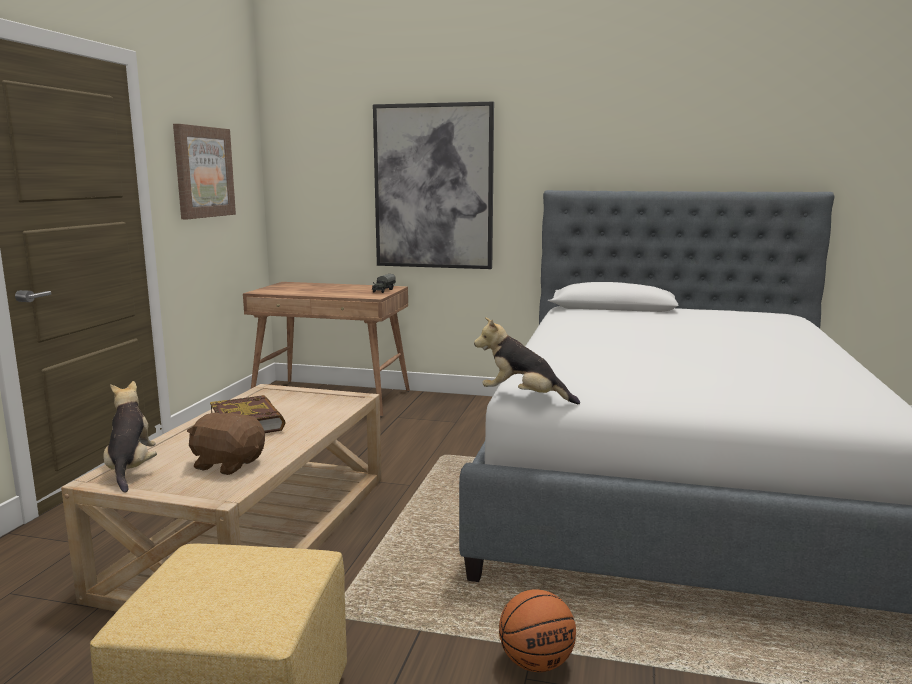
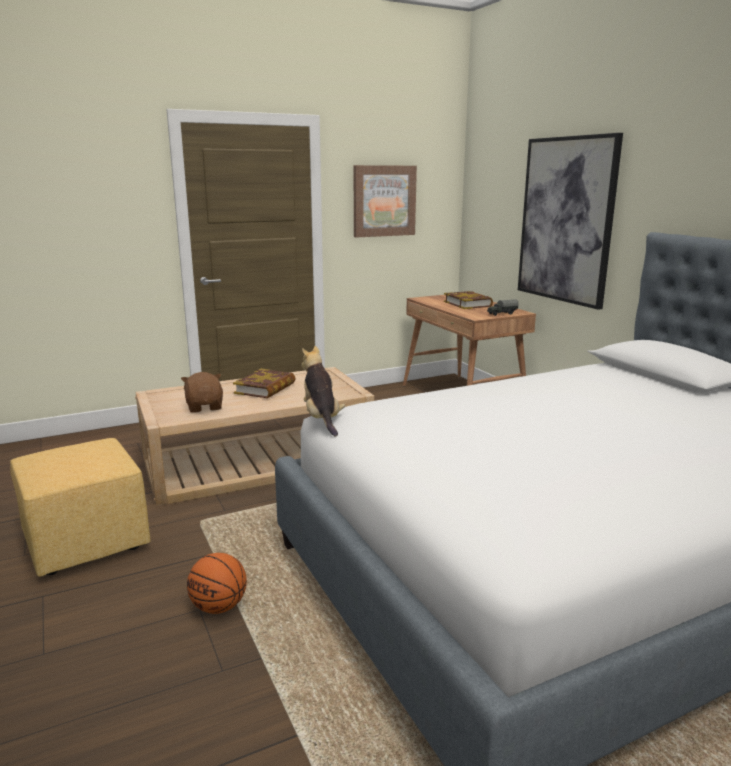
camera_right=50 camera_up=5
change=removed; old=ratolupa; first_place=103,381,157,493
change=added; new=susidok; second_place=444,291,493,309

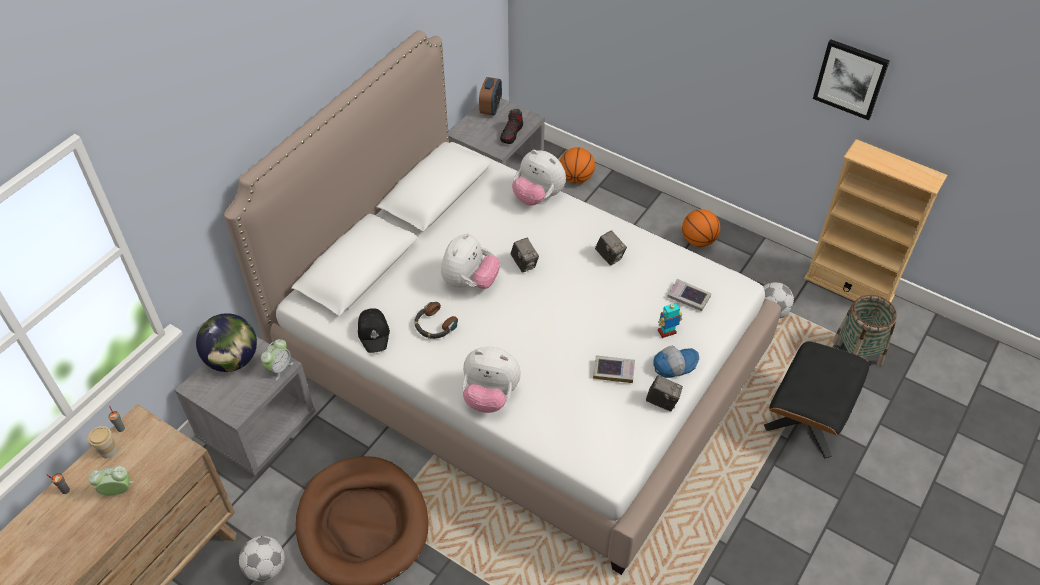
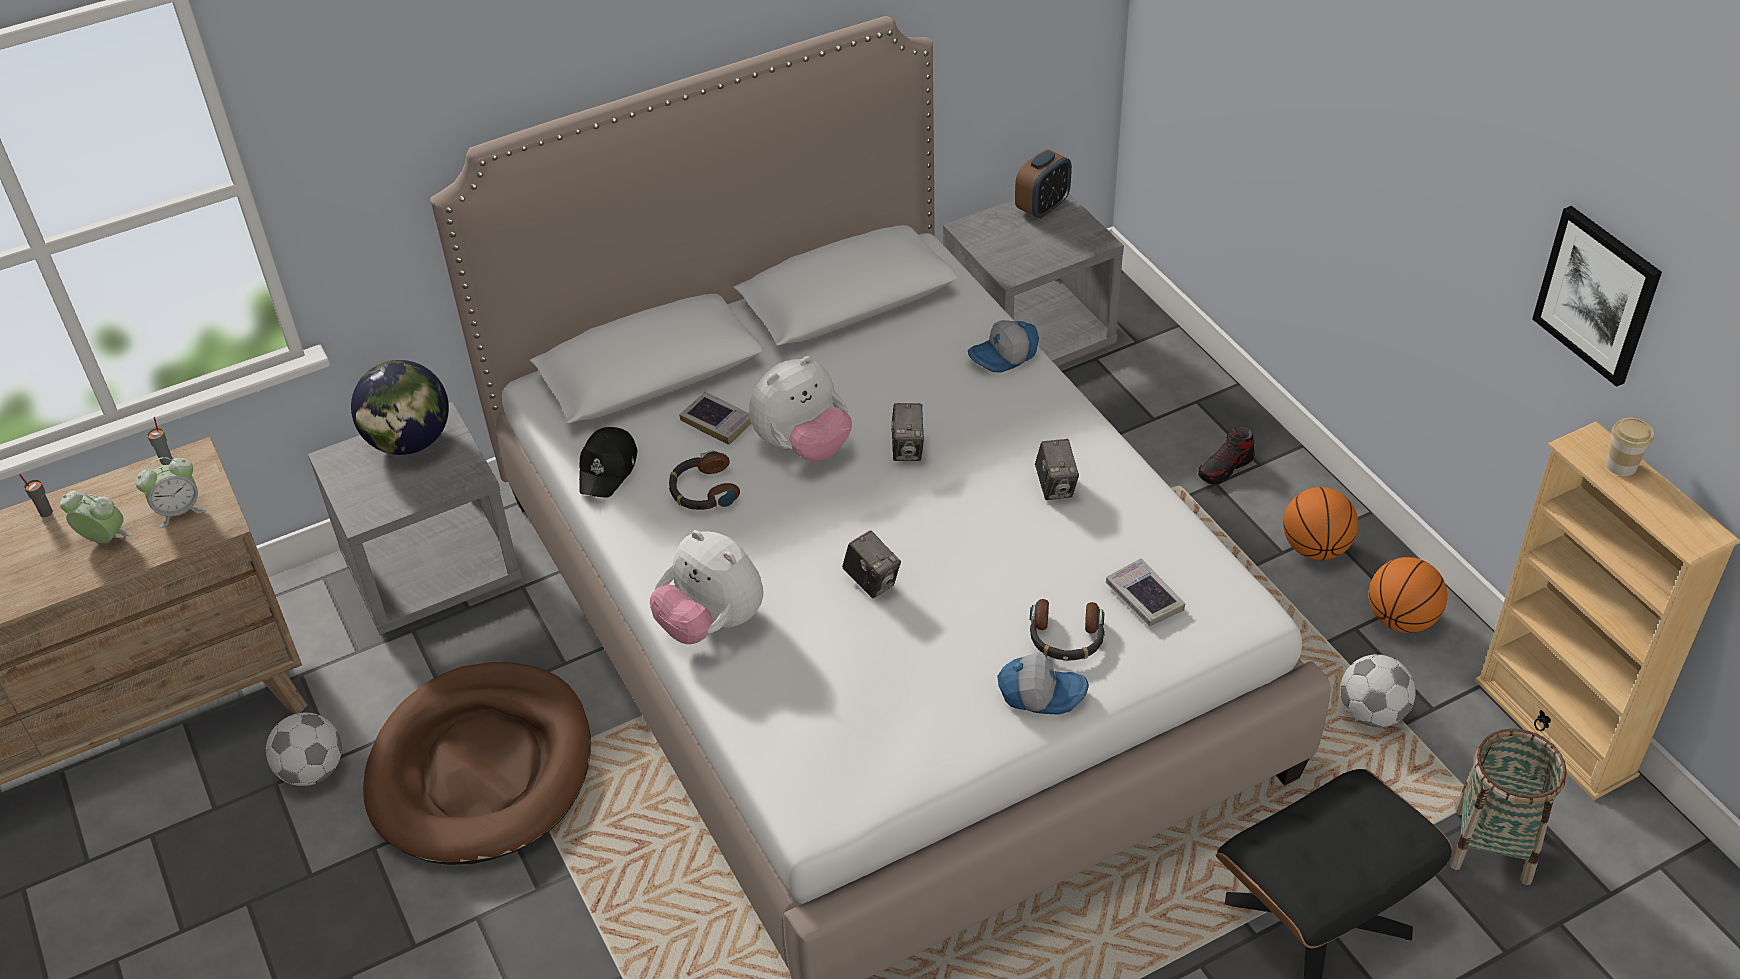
camera_right=30 camera_up=-5
change=moved; old=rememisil; first_place=88,426,117,458; second_place=1606,418,1654,476
change=moved; old=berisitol; first_place=261,339,293,380; second_place=135,457,206,528
change=moved; old=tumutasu; first_place=500,109,523,144; second_place=1198,427,1255,485
change=replaced; old=ratolupa; new=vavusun; first_place=512,150,566,206; second_place=968,320,1039,373
change=moved; old=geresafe; first_place=560,147,595,183; second_place=1369,557,1447,633
change=moved; old=susidok; first_place=593,355,635,383; second_place=679,392,751,445
change=moved; old=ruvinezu; first_place=646,375,683,411; second_place=842,531,901,598
change=replaced; old=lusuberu; new=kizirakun; first_place=658,302,682,338; second_place=1030,599,1105,660

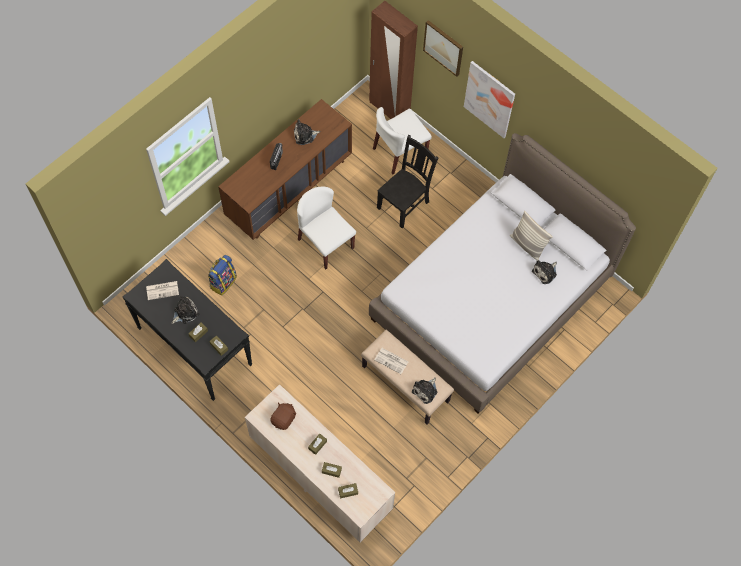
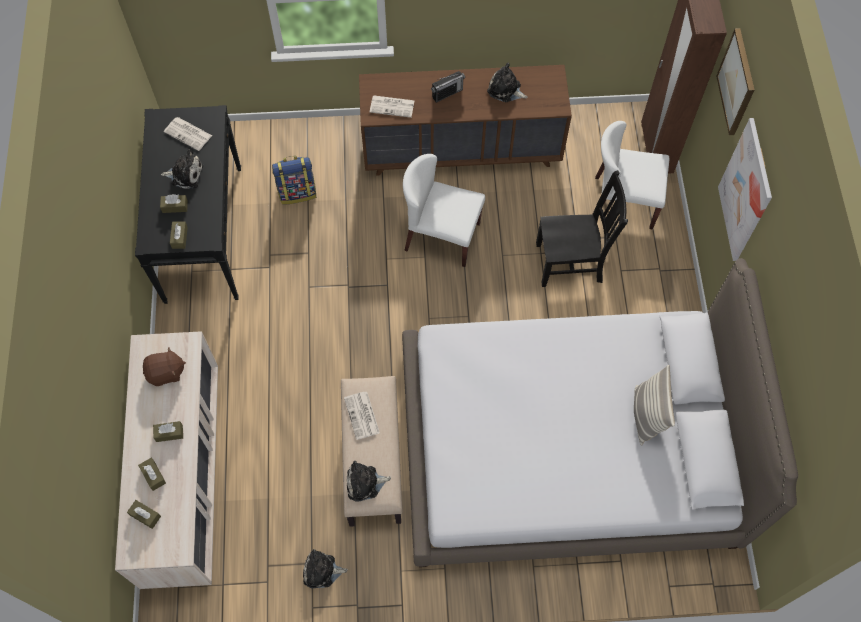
camera_right=45 camera_up=0
change=turned; old=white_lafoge; first_place=297,187,356,269; second_place=403,154,485,267; degrees=-75
change=moved; old=ratolupa; first_place=532,260,557,284; second_place=303,549,348,588
change=added; new=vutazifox; second_place=370,95,415,118

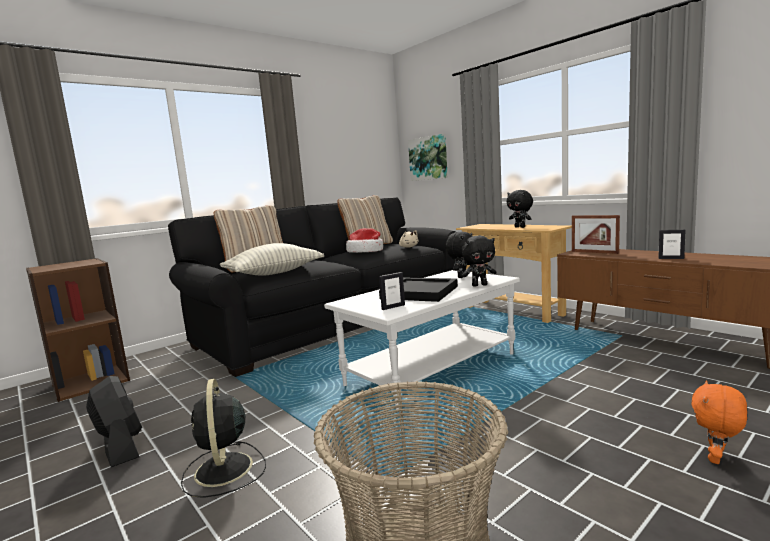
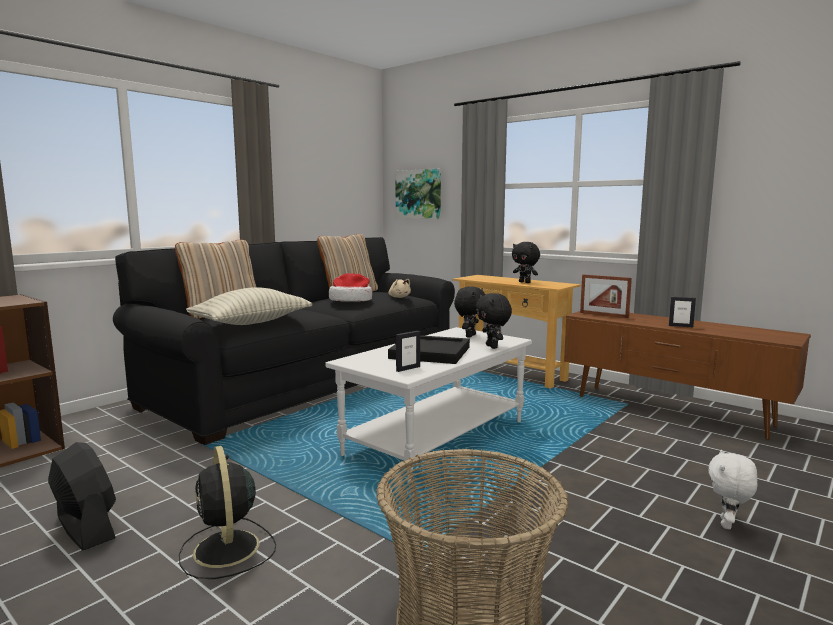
camera_right=-10 camera_up=0
change=turned; old=black_ratolupa; first_place=462,236,497,287; second_place=476,293,512,349; degrees=90
change=recoloured; old=orange_ratolupa; new=white_ratolupa; first_place=692,380,747,464; second_place=708,450,758,530

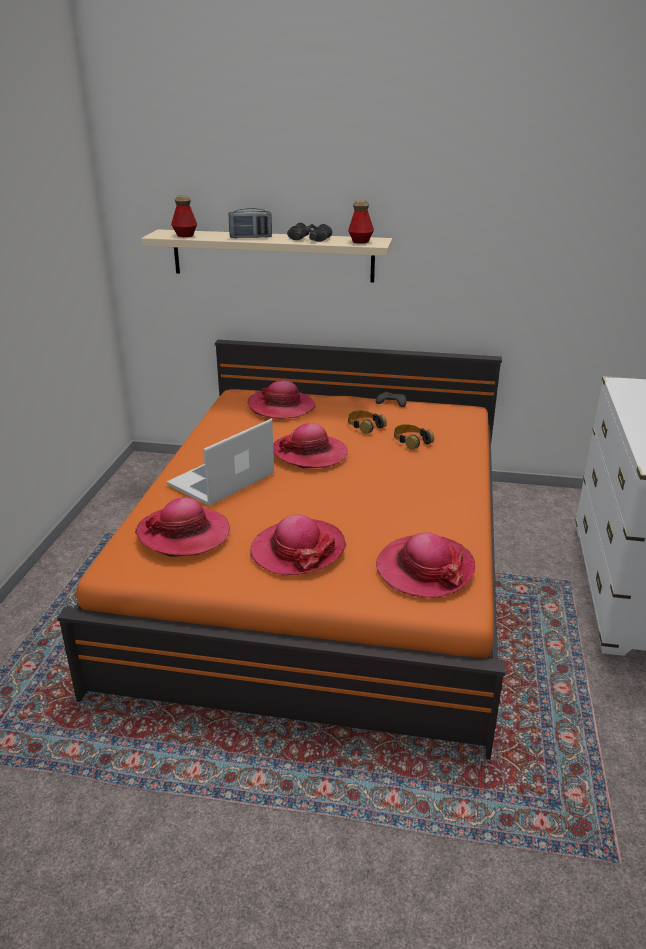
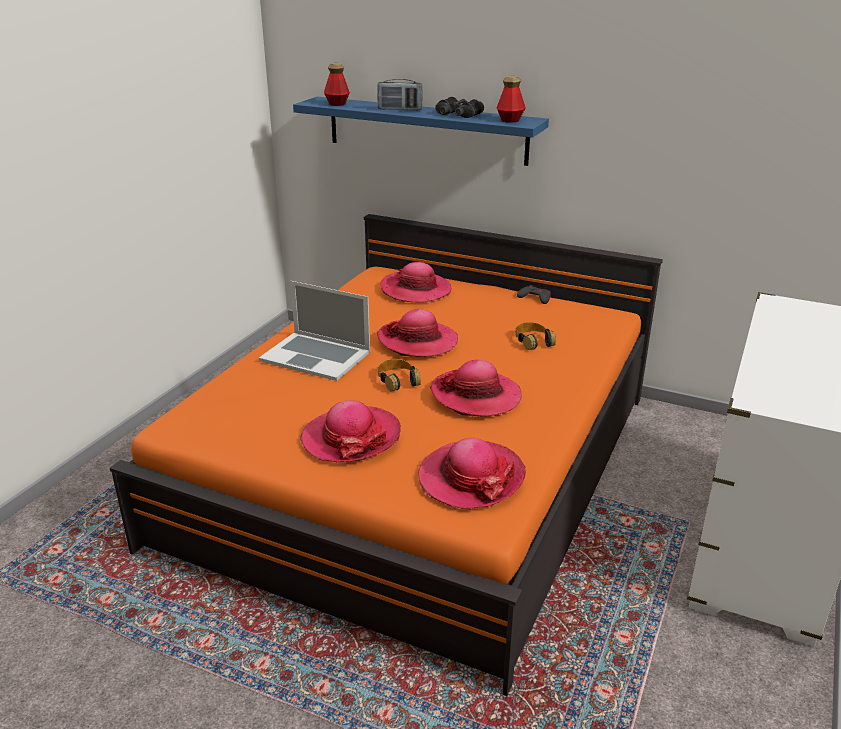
camera_right=15 camera_up=0
change=moved; old=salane; first_place=135,497,230,557; second_place=430,360,522,417
change=recoloured; old=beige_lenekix; new=blue_lenekix; first_place=141,229,392,283; second_place=293,97,549,166
change=turned; old=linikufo; first_place=167,419,274,506; second_place=259,281,370,381; degrees=-120
change=moved; old=kizirakun; first_place=348,410,387,434; second_place=378,359,421,391

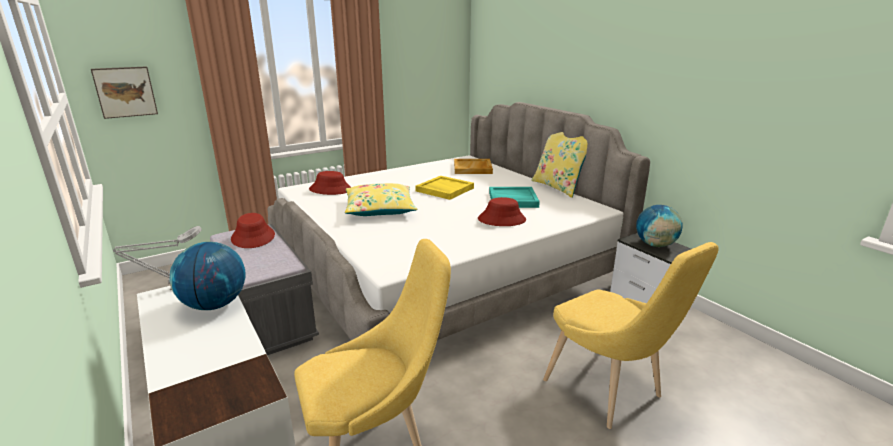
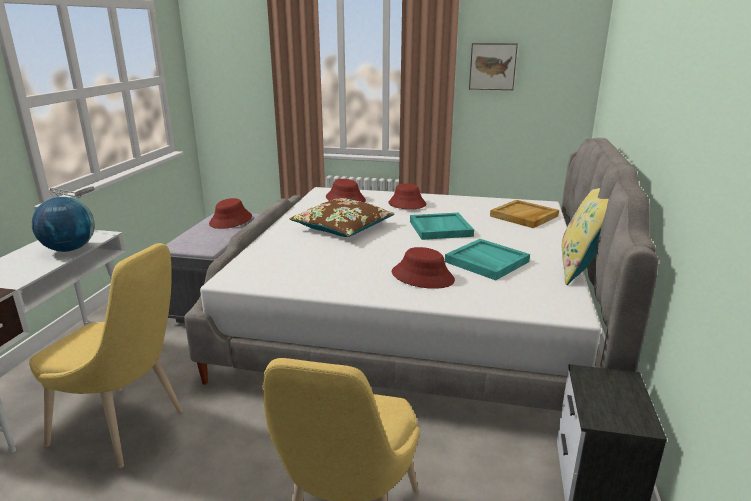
camera_right=45 camera_up=0
change=moved; old=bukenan; first_place=91,66,158,119; second_place=469,43,518,90
change=recoloured; old=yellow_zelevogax; new=brown_zelevogax; first_place=345,183,417,216; second_place=289,198,395,237
change=recoloured; old=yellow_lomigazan; new=turquoise_lomigazan; first_place=415,176,474,200; second_place=410,213,474,240
change=removed; old=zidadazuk; first_place=636,205,683,247
change=added; new=red_salane; second_place=388,183,426,209

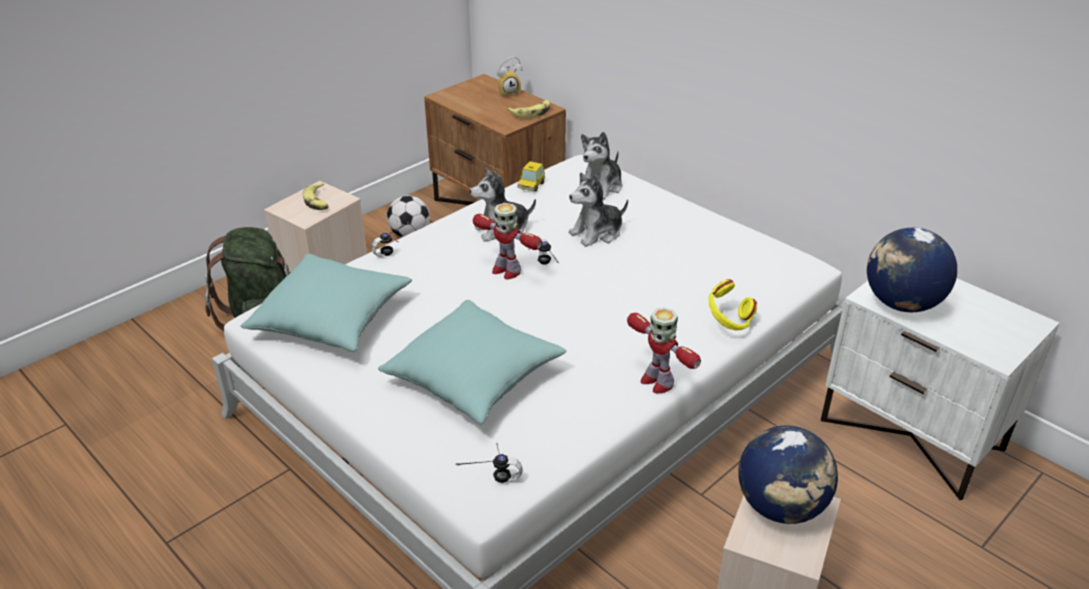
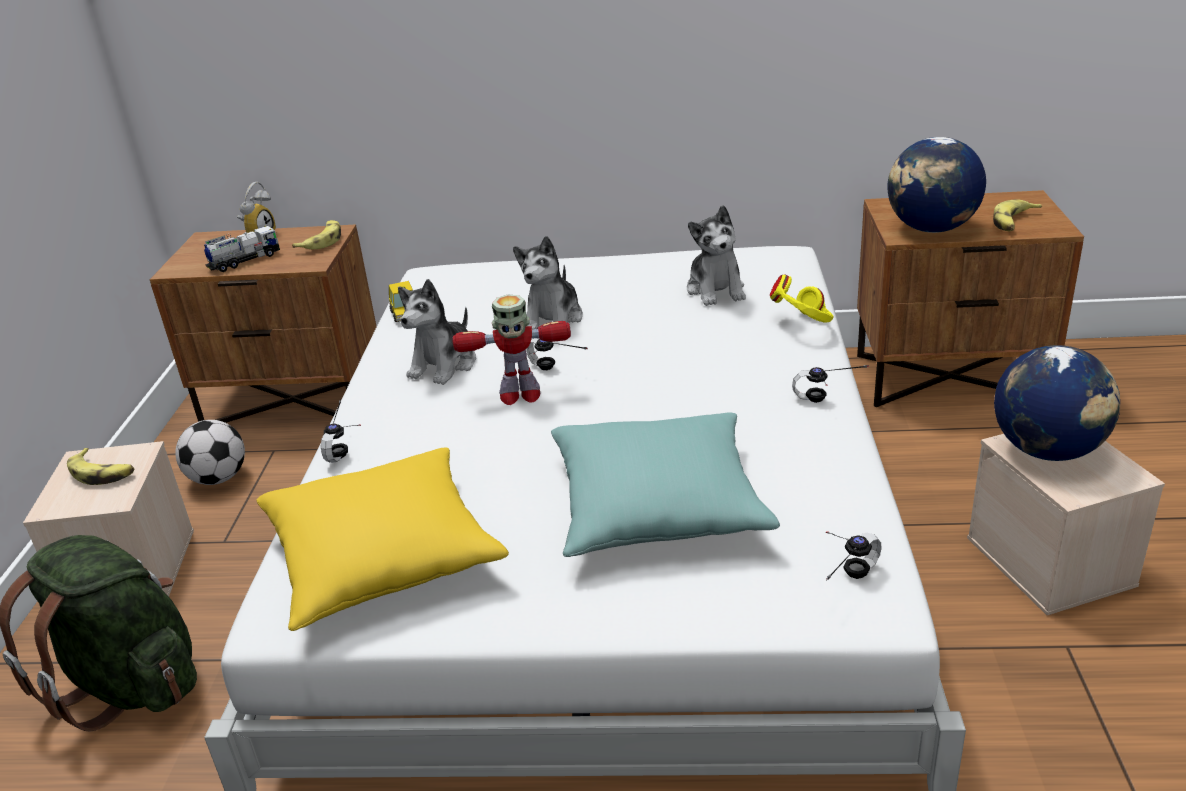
camera_right=-40 camera_up=-5
change=recoloured; old=turquoise_zelevogax; new=yellow_zelevogax; first_place=241,254,412,352; second_place=256,448,509,631
change=moved; old=ratolupa; first_place=581,132,622,200; second_place=687,205,746,306
change=replaced; old=lusuberu; new=kizirakun; first_place=627,308,701,393; second_place=792,365,869,403
change=recoloured; old=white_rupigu; new=brown_rupigu; first_place=821,278,1059,500; second_place=857,190,1084,407
change=added; new=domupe; second_place=204,226,280,272
change=added; new=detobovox; second_place=993,199,1042,231

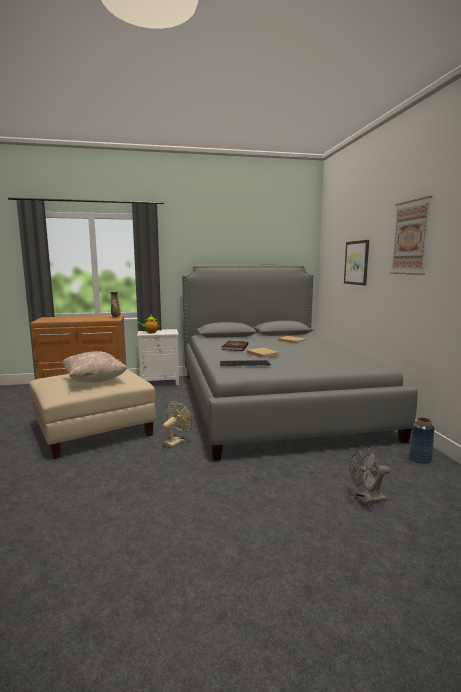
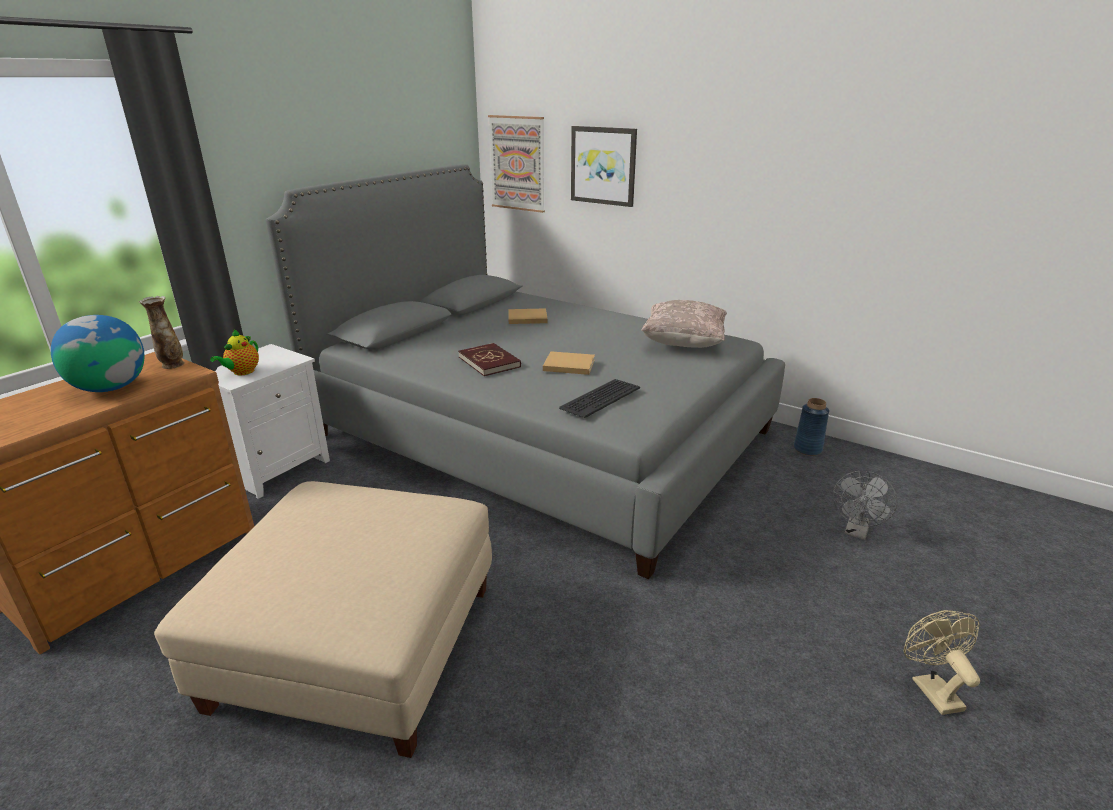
camera_right=-45 camera_up=15
change=moved; old=beige_zelevogax; first_place=62,351,127,383; second_place=641,300,727,348
change=moved; old=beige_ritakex; first_place=163,401,192,448; second_place=904,610,980,715
change=moved; old=bukenan; first_place=390,196,432,275; second_place=488,115,545,213
change=added; new=zidadazuk; second_place=51,315,144,392

